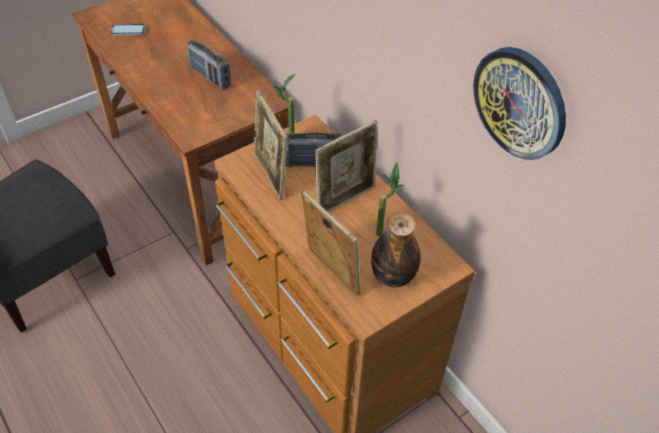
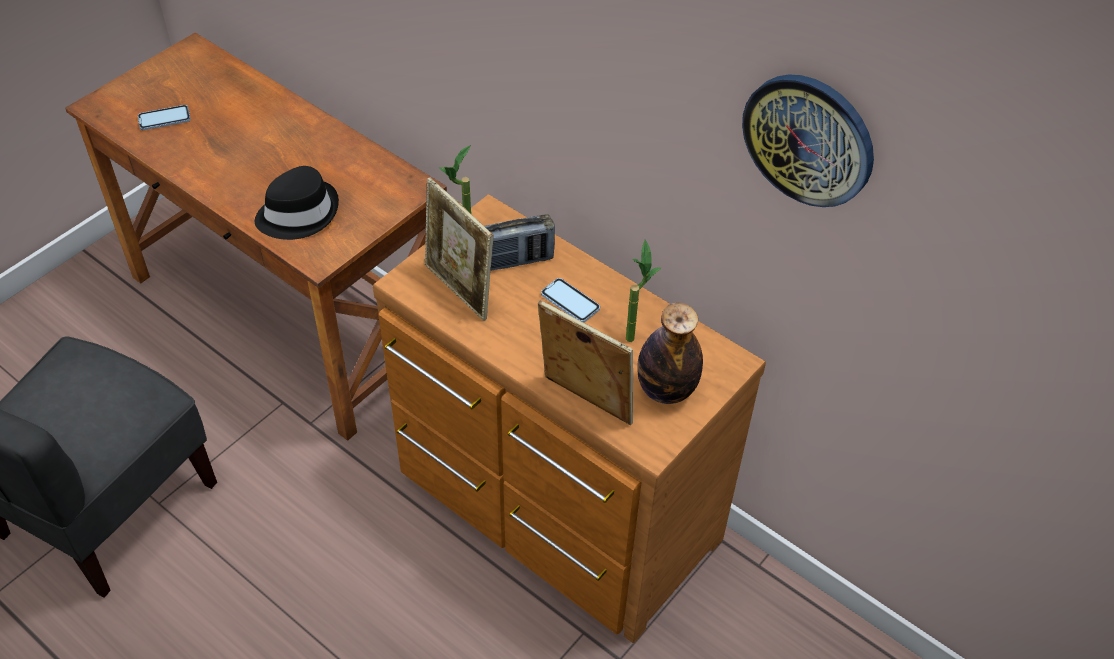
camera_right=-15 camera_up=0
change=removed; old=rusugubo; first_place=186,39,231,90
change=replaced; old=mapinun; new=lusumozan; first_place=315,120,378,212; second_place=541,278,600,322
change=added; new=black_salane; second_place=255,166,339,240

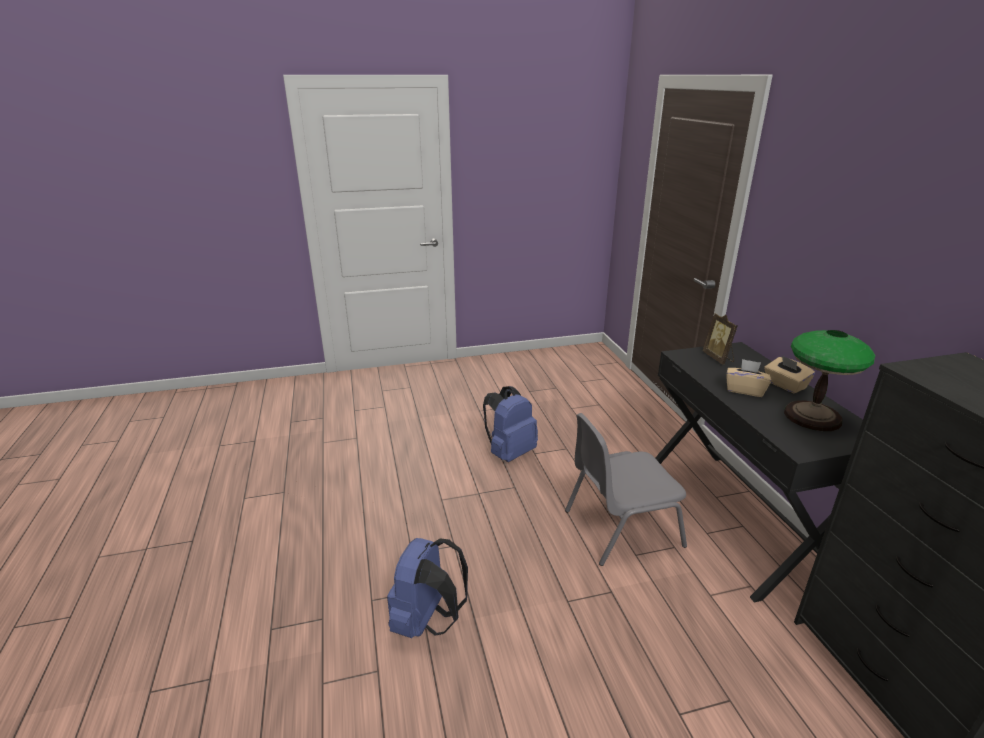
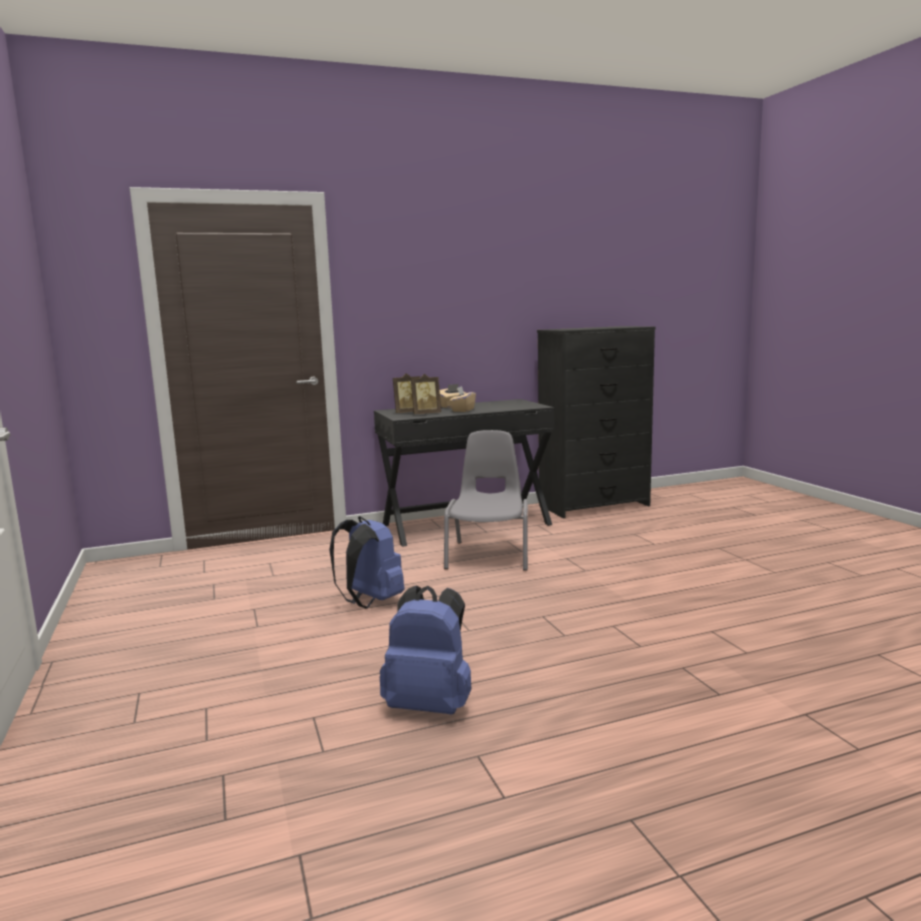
camera_right=-95 camera_up=-15
change=moved; old=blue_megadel; first_place=387,538,468,638; second_place=380,586,472,715
change=turned; old=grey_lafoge; first_place=565,413,687,566; second_place=444,430,528,571; degrees=-150
change=removed; old=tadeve; first_place=784,330,875,431
change=added; new=mapinun; second_place=411,374,441,414

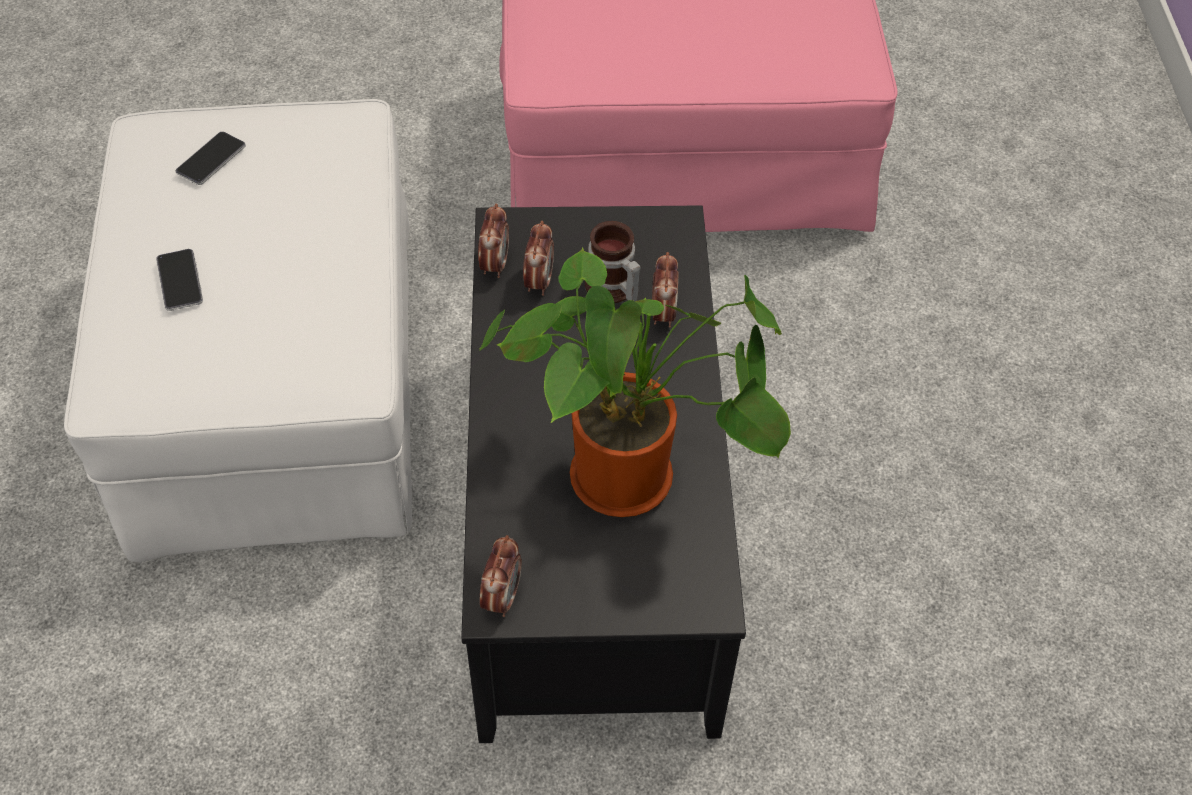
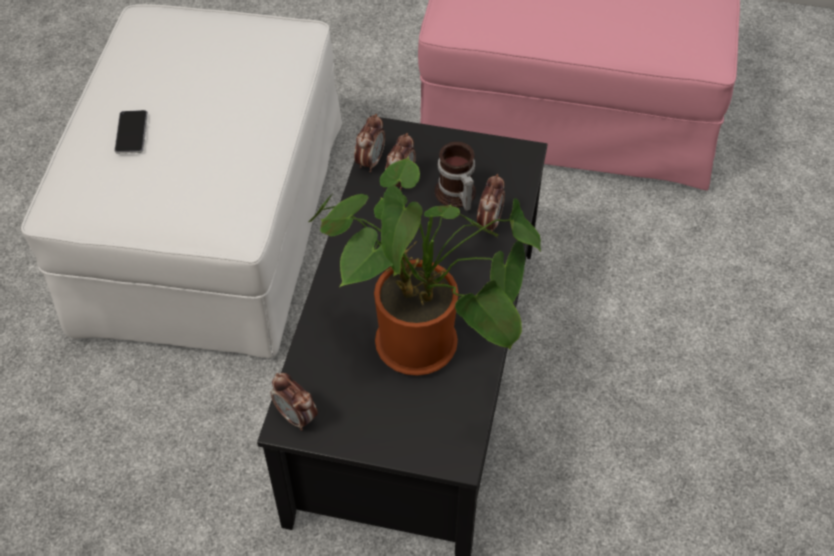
camera_right=15 camera_up=0
change=removed; old=lusumozan; first_place=176,132,246,185
change=turned; old=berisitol; first_place=480,535,522,617; second_place=270,373,318,431; degrees=105

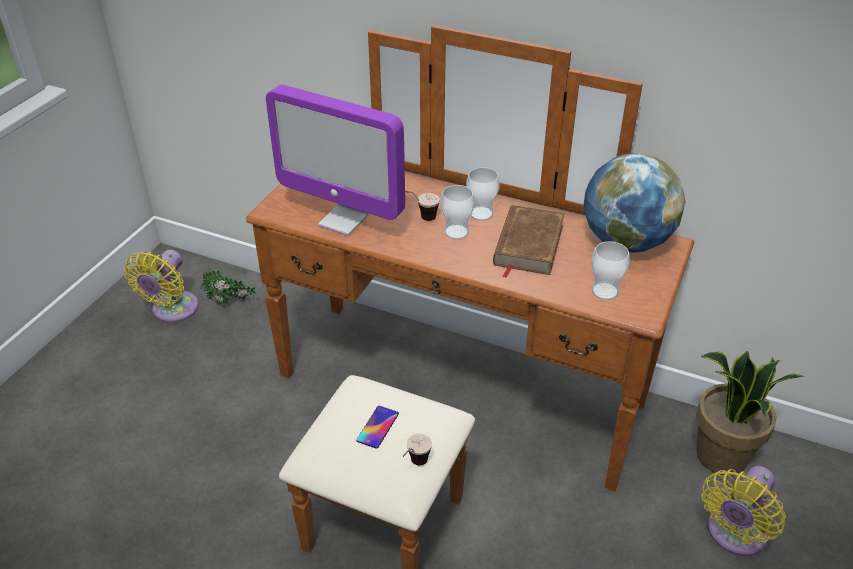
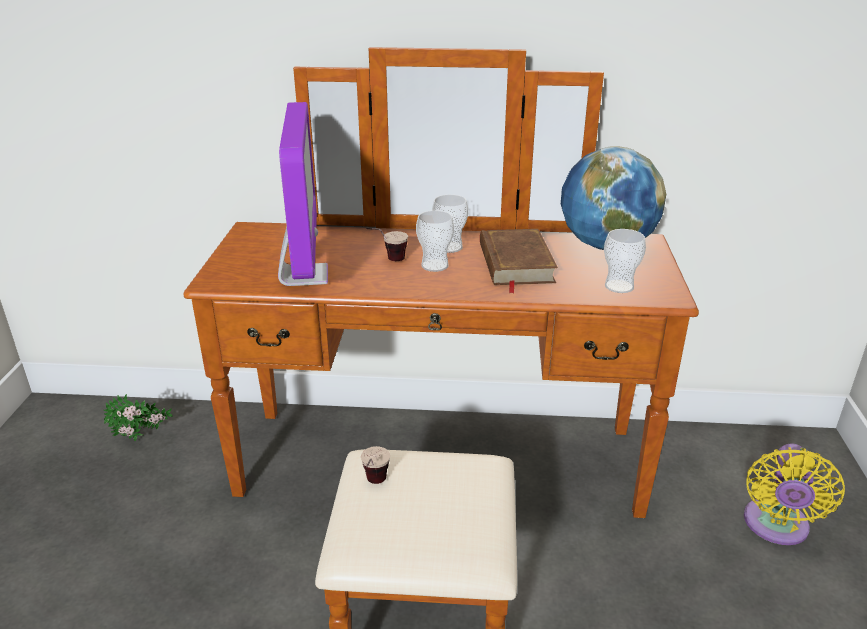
camera_right=-20 camera_up=-10
change=removed; old=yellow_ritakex; first_place=124,250,199,323
change=turned; old=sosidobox; first_place=266,85,405,235; second_place=278,102,328,286; degrees=-105
change=removed; old=lusumozan; first_place=356,406,399,449
change=moved; old=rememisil; first_place=403,434,432,465; second_place=361,446,390,484
change=removed; old=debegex; first_place=696,351,805,476

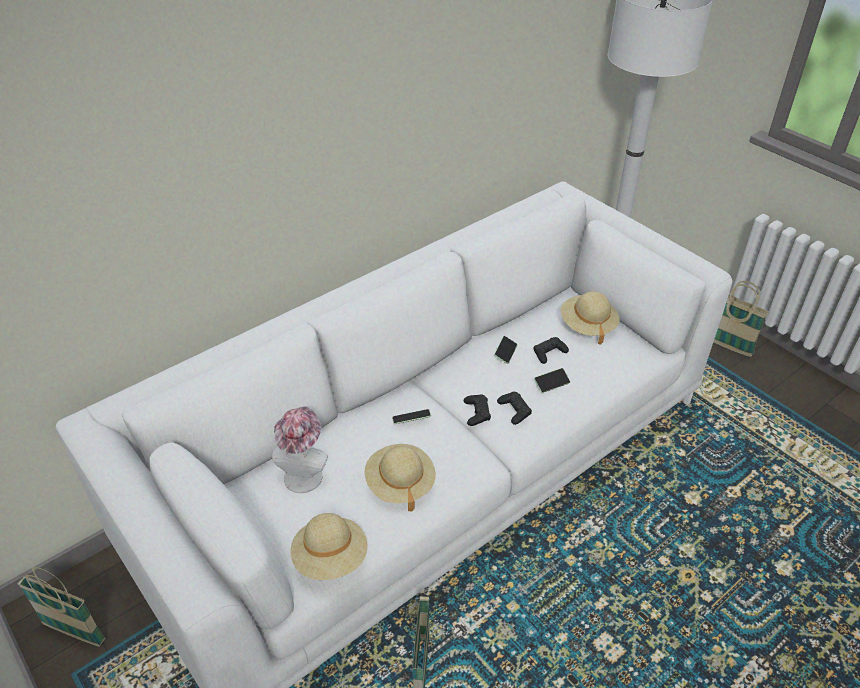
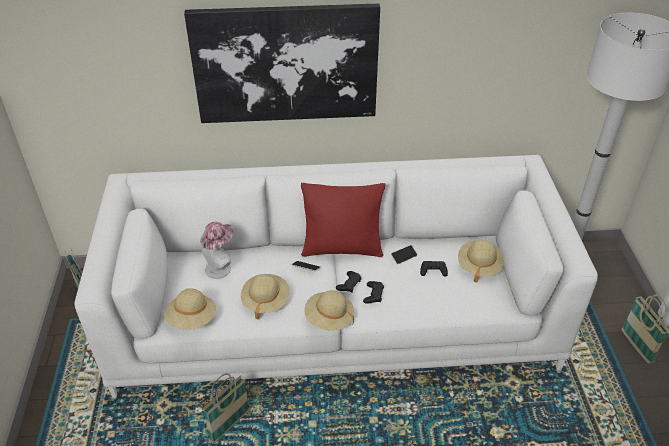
camera_right=35 camera_up=0
change=removed; old=lusumozan; first_place=534,368,570,393
change=added; new=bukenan; second_place=184,3,380,123
change=added; new=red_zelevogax; second_place=301,183,385,257
change=added; new=beige_salane; second_place=304,290,354,331

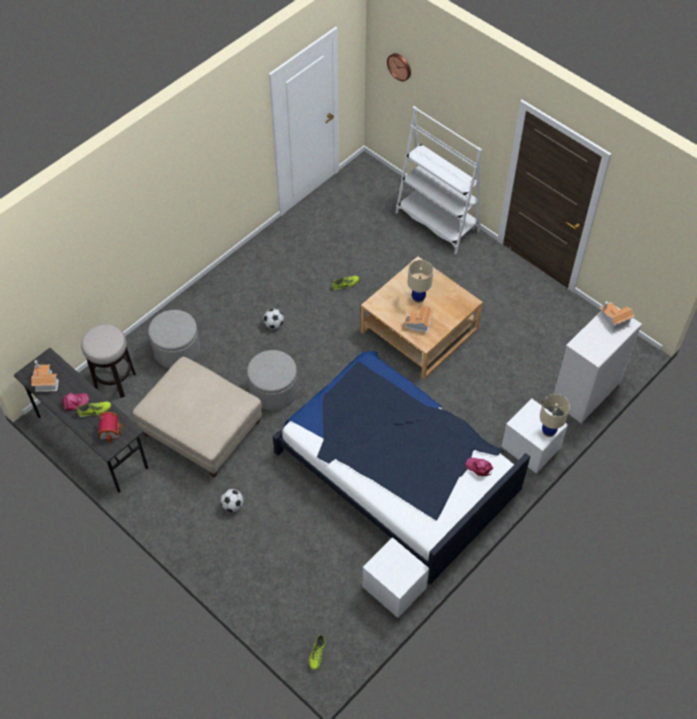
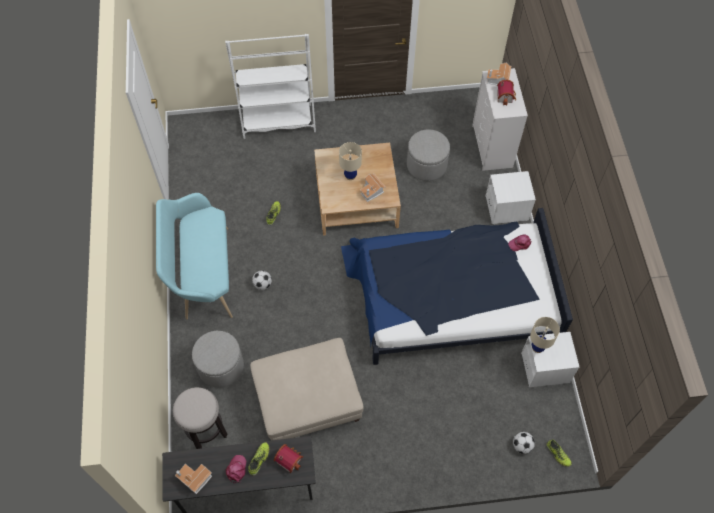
camera_right=-50 camera_up=5
change=moved; old=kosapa; first_place=221,489,244,512; second_place=513,432,535,454
change=moved; old=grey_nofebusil; first_place=247,350,298,411; second_place=407,129,450,181
change=removed; old=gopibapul; first_place=387,53,411,81
change=moved; old=beige_tadeve; first_place=540,394,570,437; second_place=530,317,560,353
change=added; new=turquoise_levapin; second_place=156,193,233,320
change=added; new=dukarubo; second_place=497,80,516,106

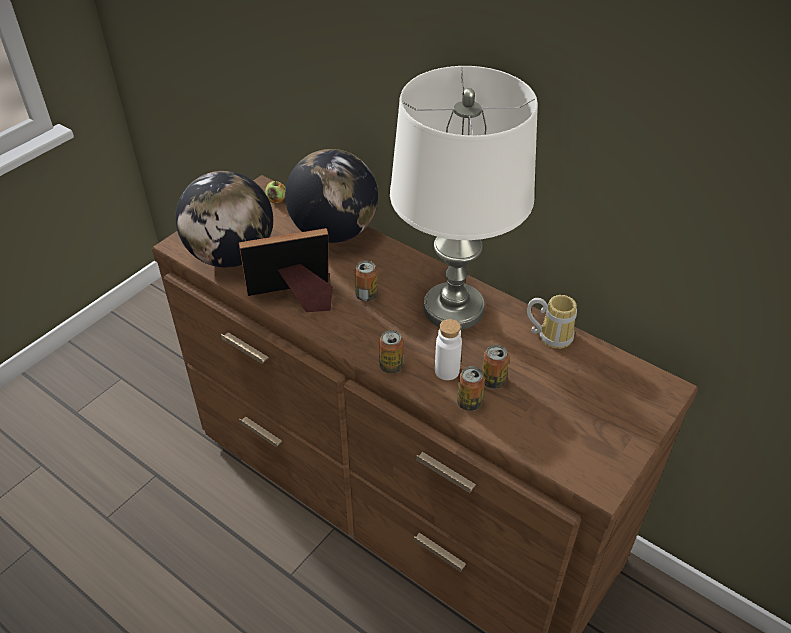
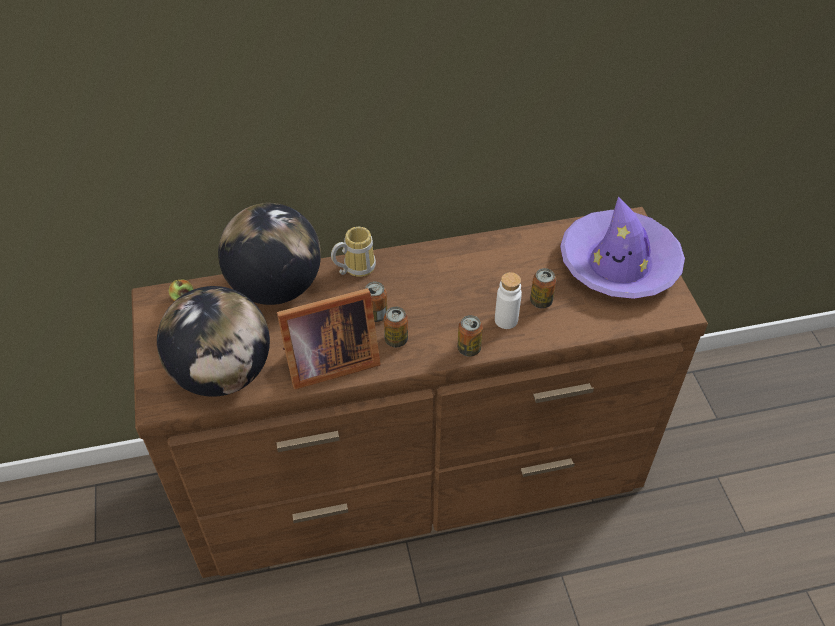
camera_right=-50 camera_up=5
change=turned; old=mapinun; first_place=239,228,333,312; second_place=277,288,381,390; degrees=-135
change=removed; old=white_tadeve; first_place=390,66,538,330
change=moved; old=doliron; first_place=457,366,485,411; second_place=384,307,408,347
change=moved; old=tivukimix; first_place=527,295,577,349; second_place=331,227,376,277
change=added; new=purple_salane; second_place=560,196,685,299

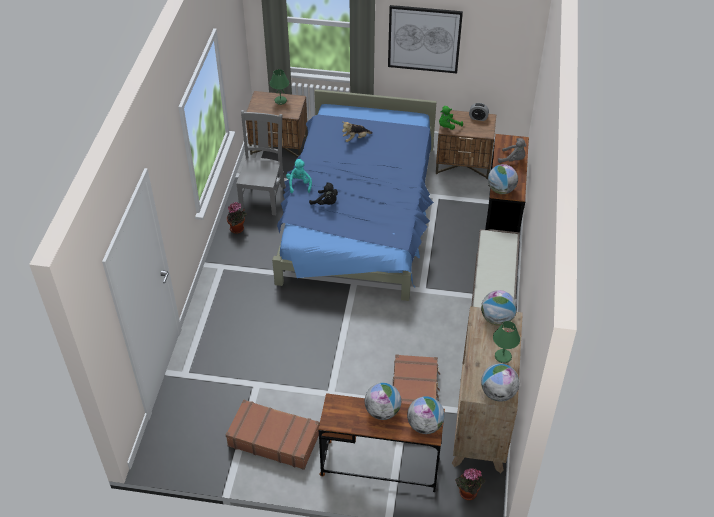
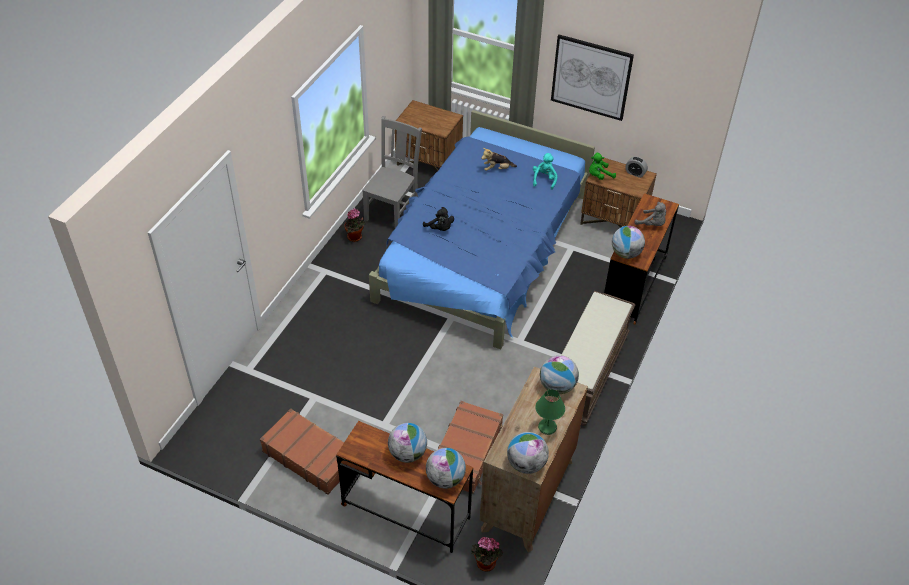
camera_right=15 camera_up=0
change=removed; old=green_tadeve; first_place=270,69,289,105
change=moved; old=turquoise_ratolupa; first_place=286,159,312,193; second_place=533,153,557,190

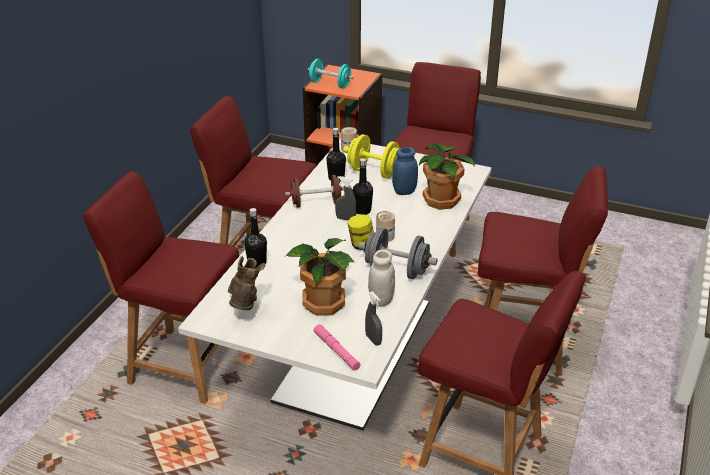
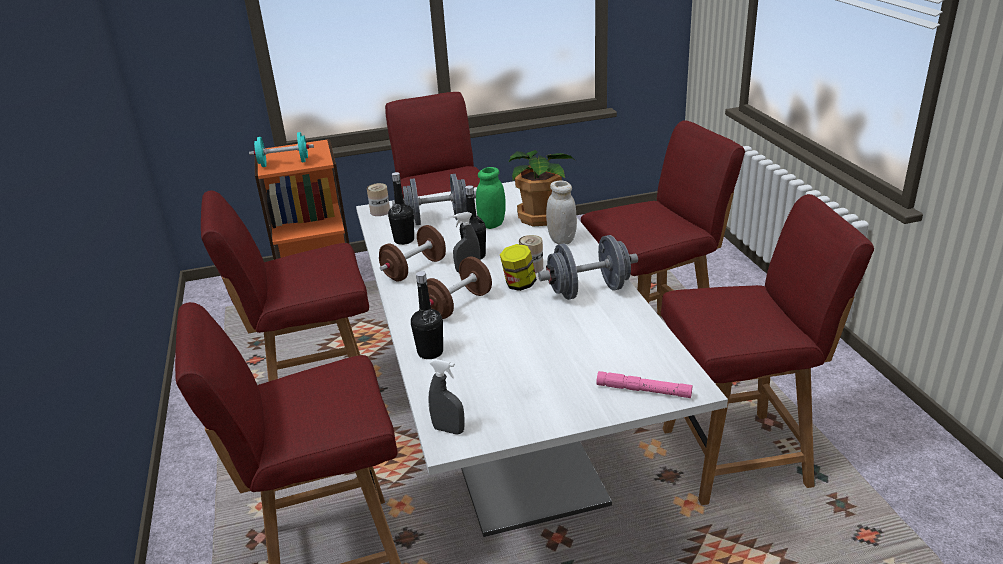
camera_right=-35 camera_up=-5
change=removed; old=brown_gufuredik; first_place=228,256,266,310
change=removed; old=debegex; first_place=286,238,354,316
change=recoloured; old=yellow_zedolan; new=grey_zedolan; first_place=343,134,400,179; second_place=392,174,476,225
change=moved; old=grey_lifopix; first_place=365,291,382,345; second_place=428,359,465,434
change=moved; old=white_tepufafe; first_place=368,250,395,307; second_place=546,180,577,244
change=recoloured; old=blue_tepufafe; new=green_tepufafe; first_place=392,147,418,195; second_place=476,167,506,229
change=added; new=brown_zedolan; second_place=427,257,492,319

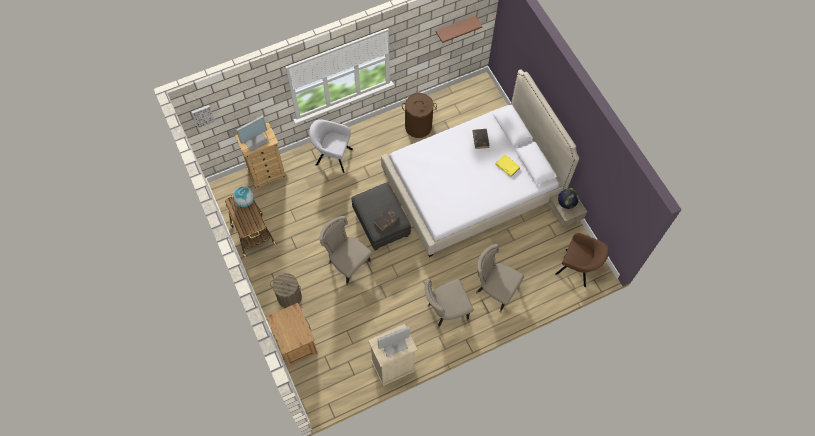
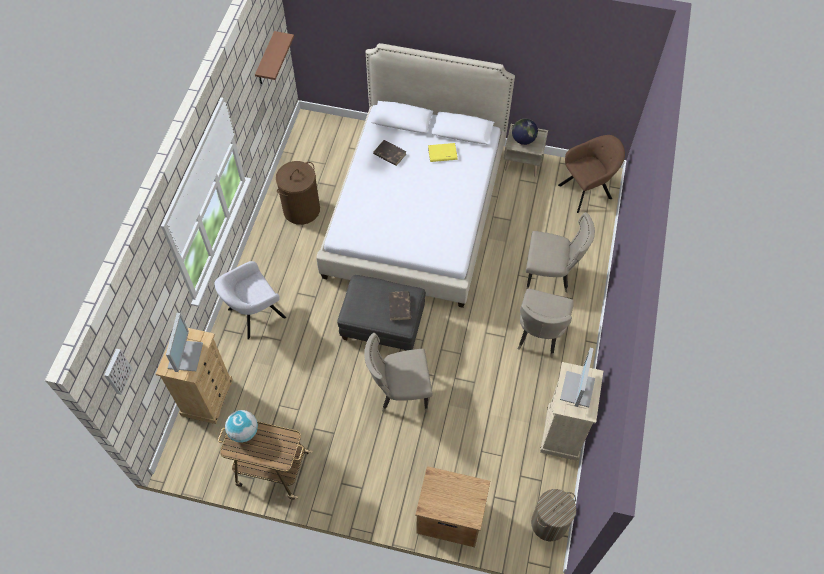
camera_right=-50 camera_up=-5
change=moved; old=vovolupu; first_place=270,273,302,308; second_place=531,489,576,541
change=turned; old=beige_lafoge; first_place=476,244,524,312; second_place=526,212,595,293; degrees=-150

